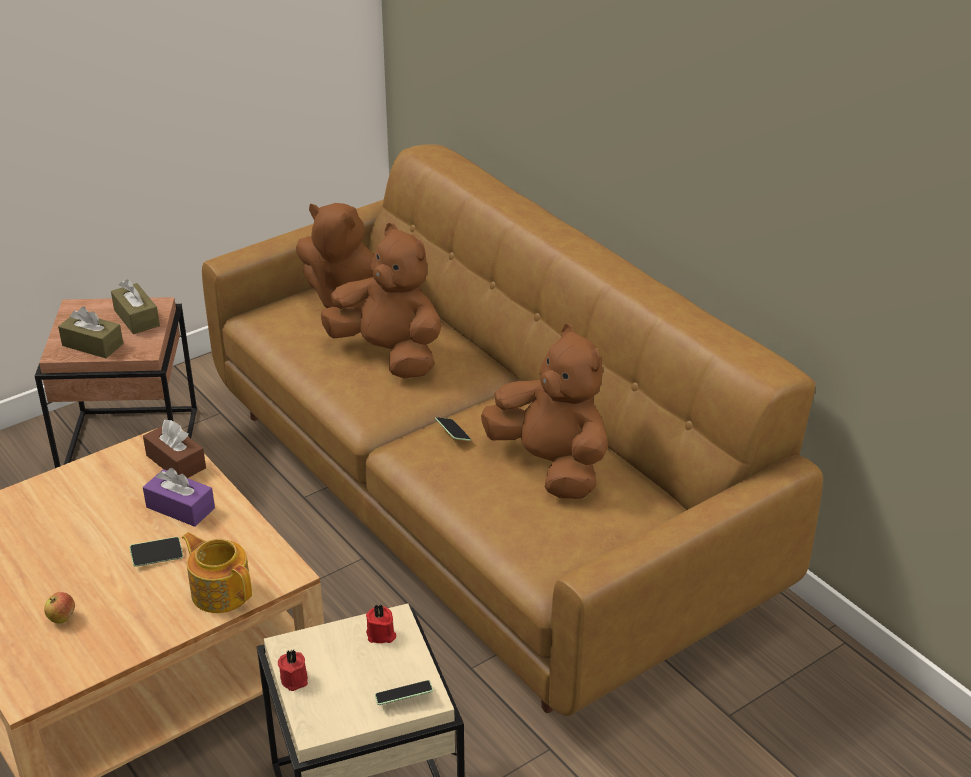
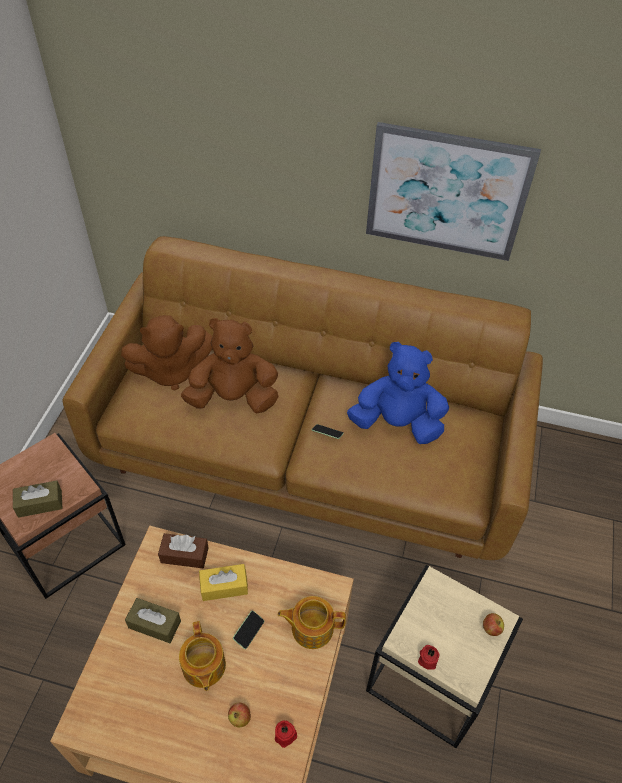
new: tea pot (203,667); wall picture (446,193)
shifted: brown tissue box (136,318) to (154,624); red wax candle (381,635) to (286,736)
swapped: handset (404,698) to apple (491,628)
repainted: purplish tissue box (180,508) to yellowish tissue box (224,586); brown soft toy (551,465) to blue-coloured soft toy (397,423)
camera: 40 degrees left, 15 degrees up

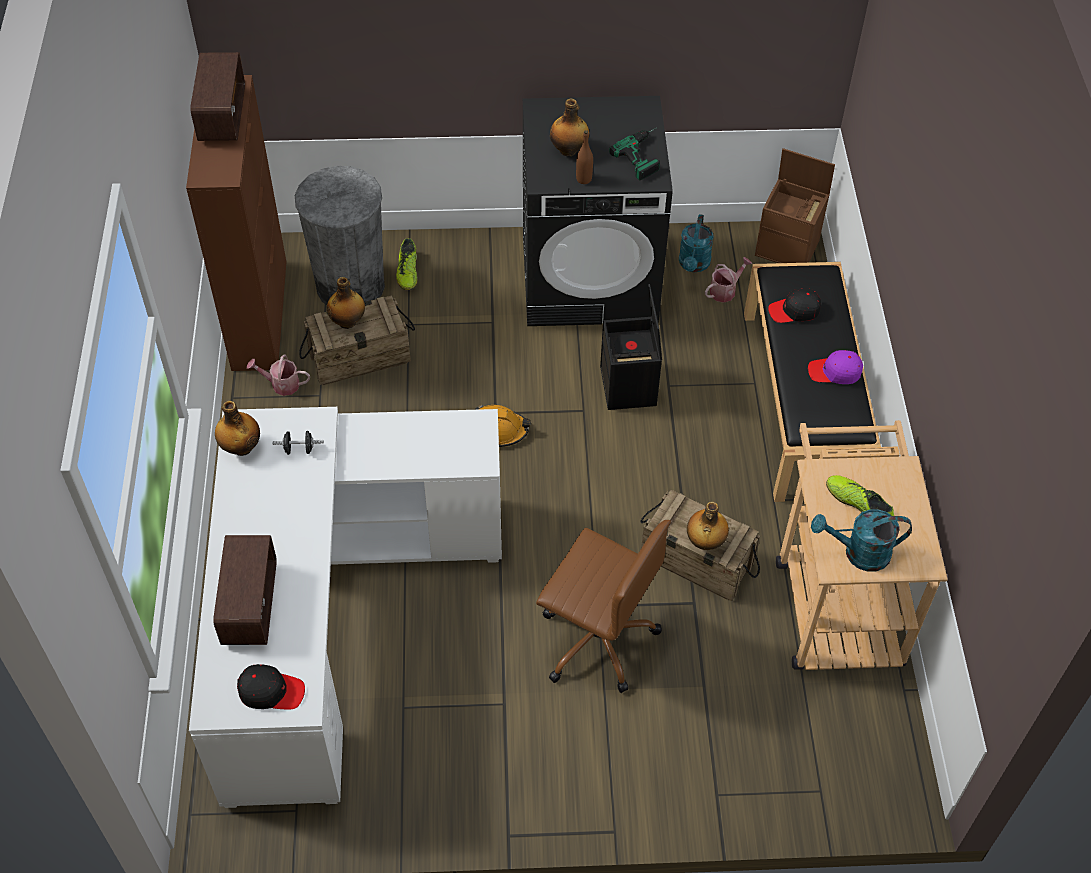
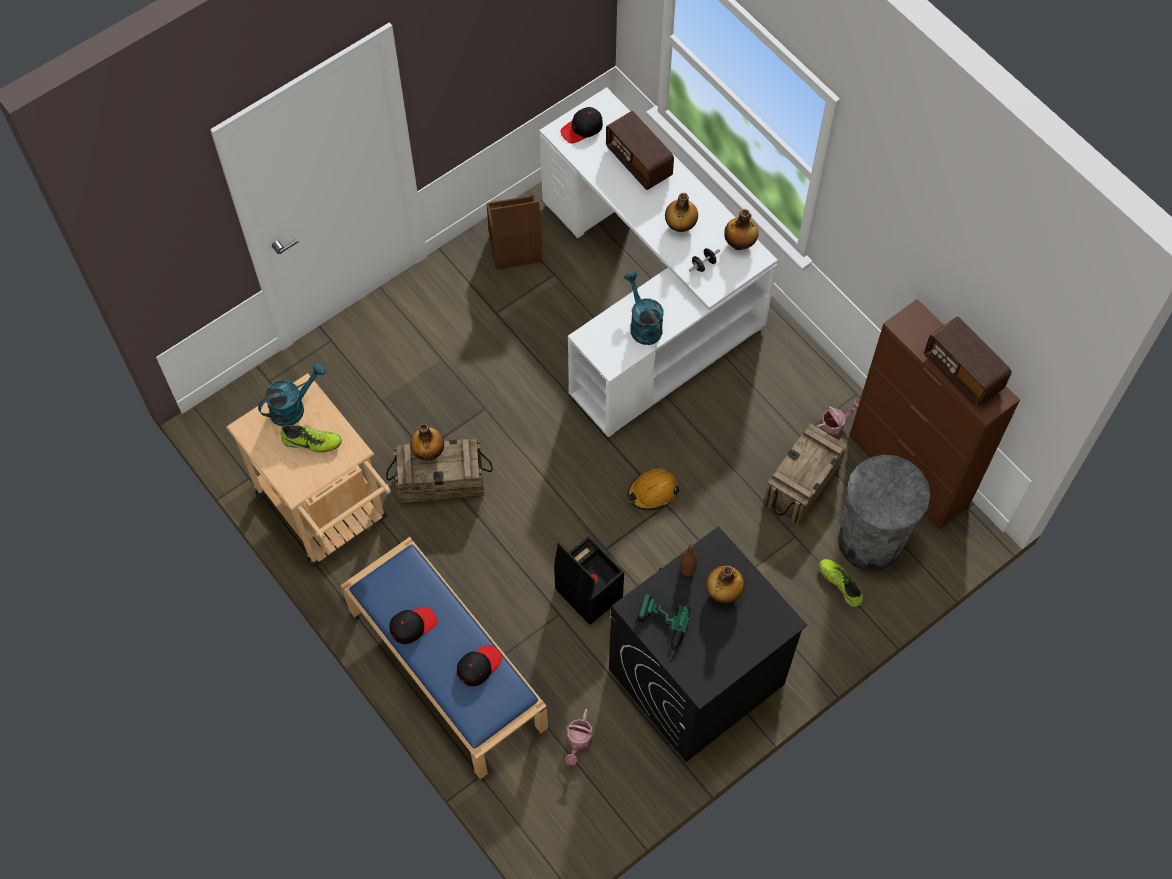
gone: brown computer chair (596,638)
shifted: drink bottle (348,322) to (680,226); turquoise-coloured watering pot (693,265) to (643,324); brown storage bin (788,248) to (514,250)
repainted: black indoor bench (804,403) to blue-coloured indoor bench (445,668); purplish peaked cap (834,372) to black peaked cap (412,625)
camera: 145 degrees right, 10 degrees up

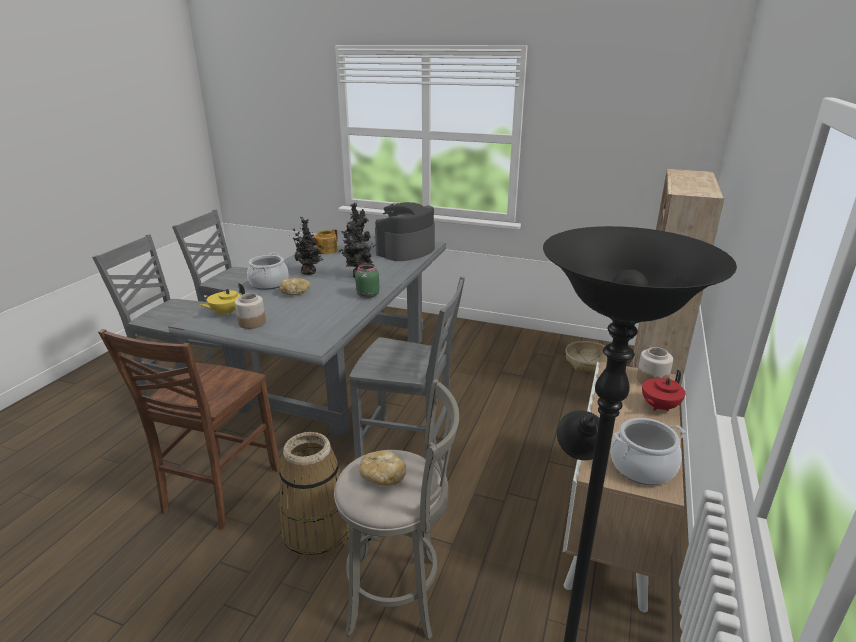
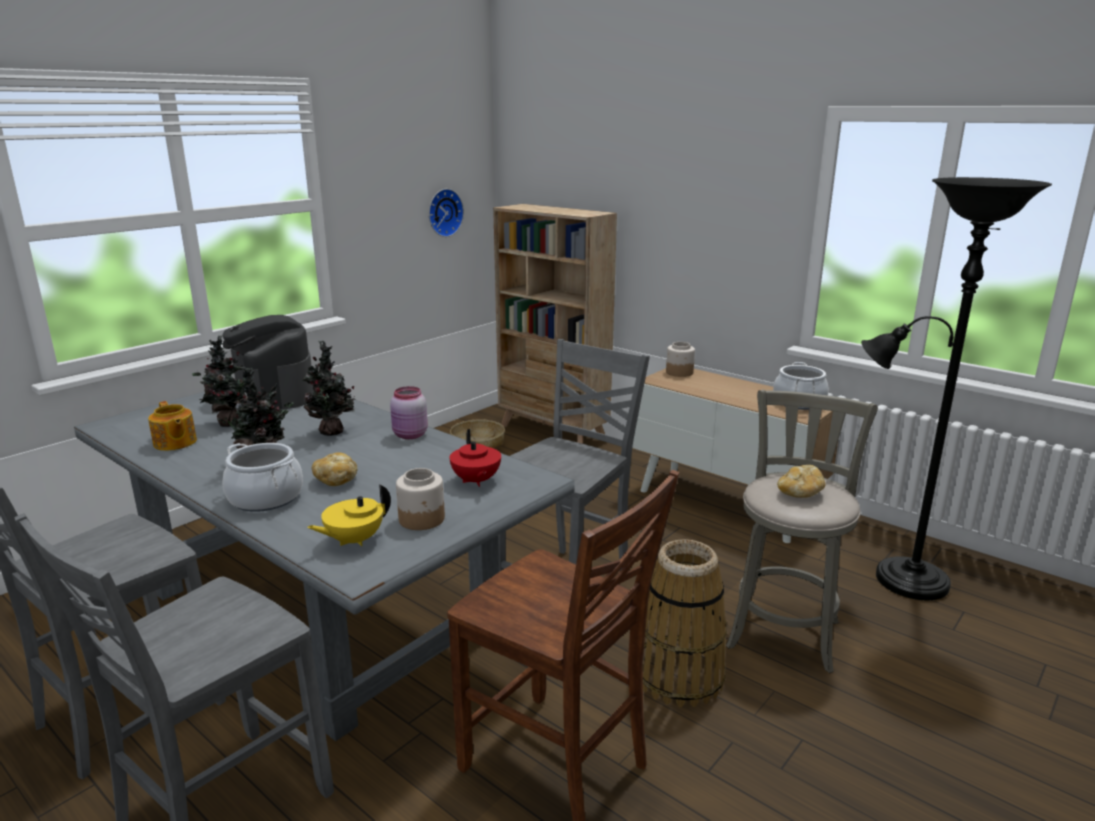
new: wall clock (443,212)
shifted: red tea pot (658,407) to (475,481)
repainted: greenish jar (367,295) to pink-coloured jar (410,435)
rotated: yellowish tea pot (225,313) = (353,540) 75 degrees clockwise
camera: 70 degrees left, 5 degrees down

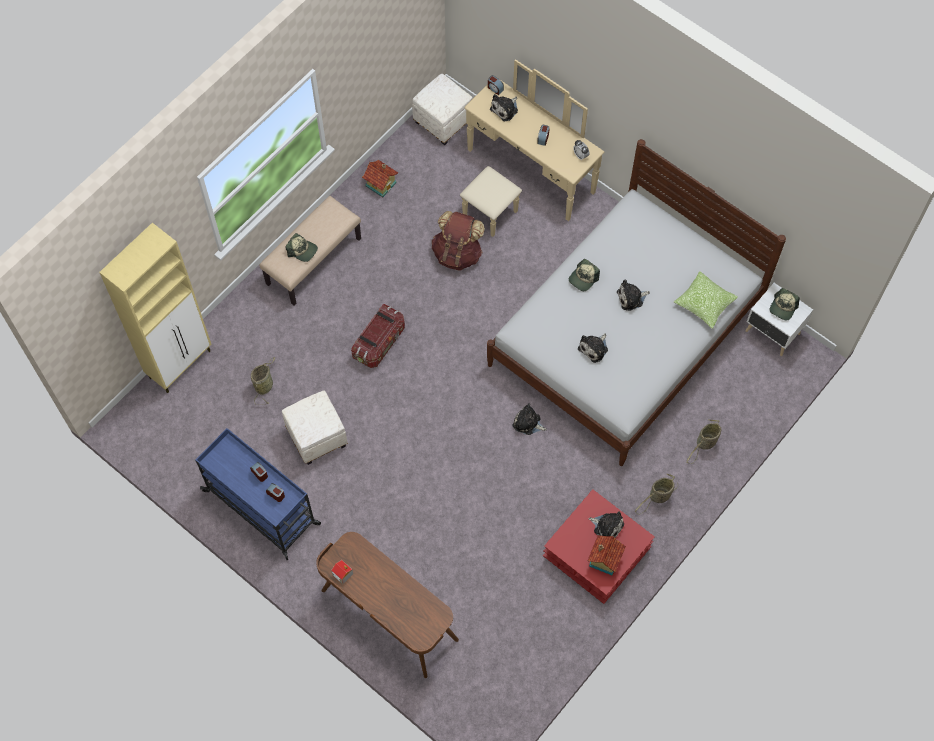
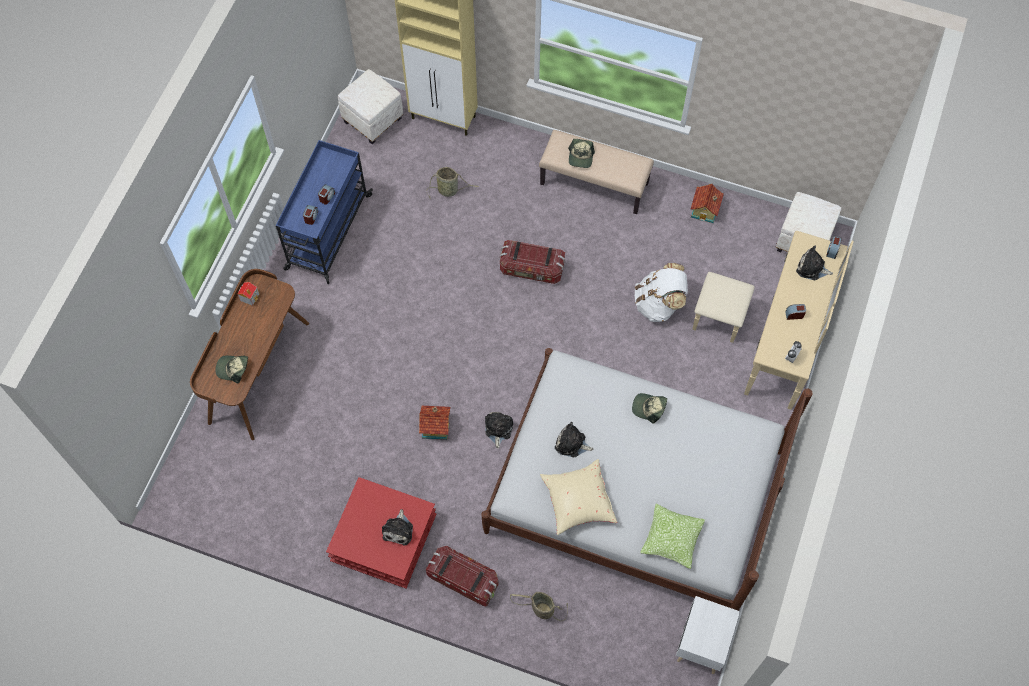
gone: soft toy (631,298)
new: beige throw pillow (577,502)
shifted: white footrest (316,437) to (373,119); model house (604,559) to (435,426); peaked cap (783,307) to (233,369)
swapped: basket (658,497) to storage bin (463,579)
repainted: brown backpack (457,253) to white backpack (658,304)
camera: 70 degrees right, 0 degrees up

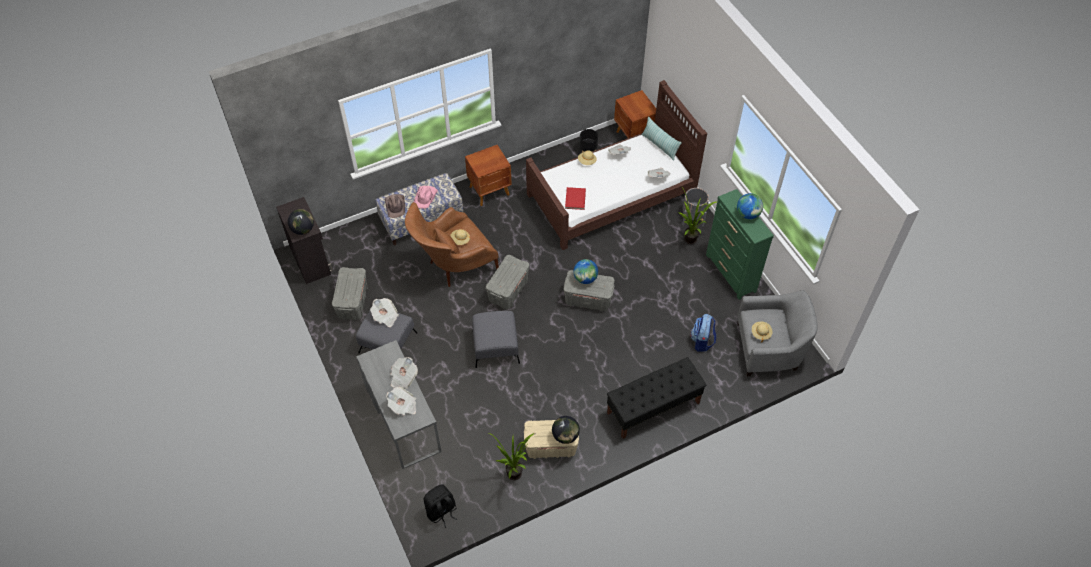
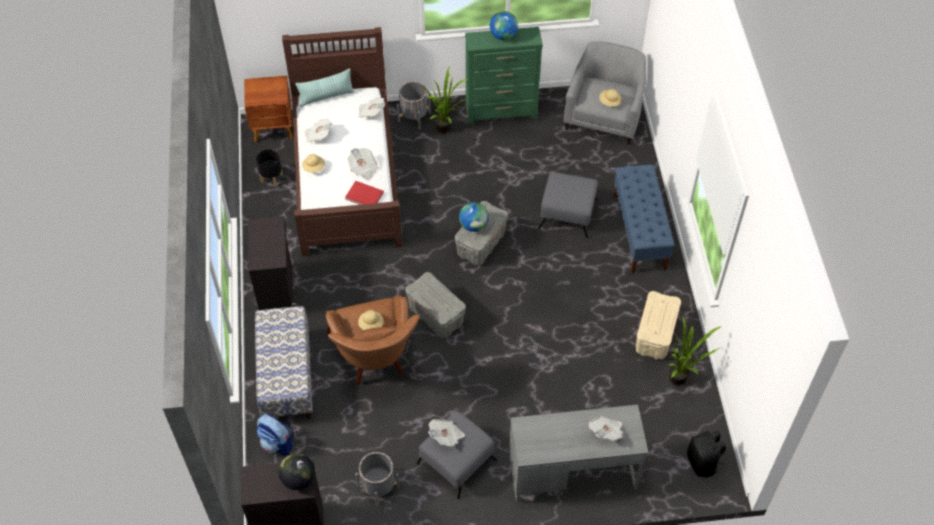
gone: brown hat (396,206); pink-coloured hat (425,197); globe (565,436)
shifted: newspaper (403,377) to (363,169); grey footrest (496,346) to (567,213); backpack (702,341) to (277,443)
swapped: grey storage bin (352,302) to grey planter (378,487); brown night table (490,191) to black cabinet (277,291)
repainted: black indoor bench (653,408) to blue-coloured indoor bench (639,232)
camera: 70 degrees left, 0 degrees up

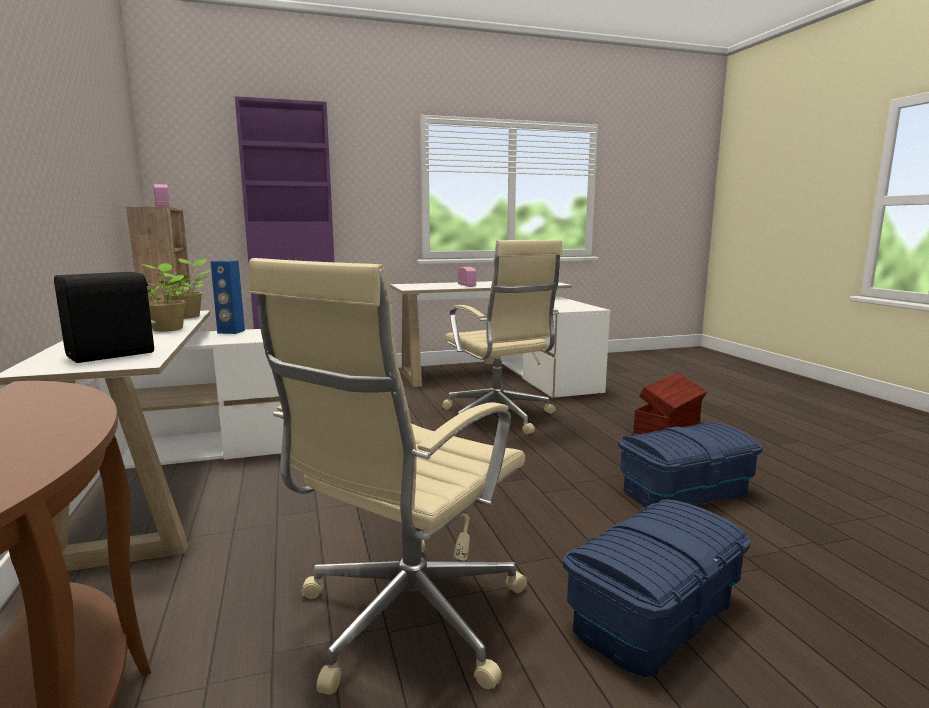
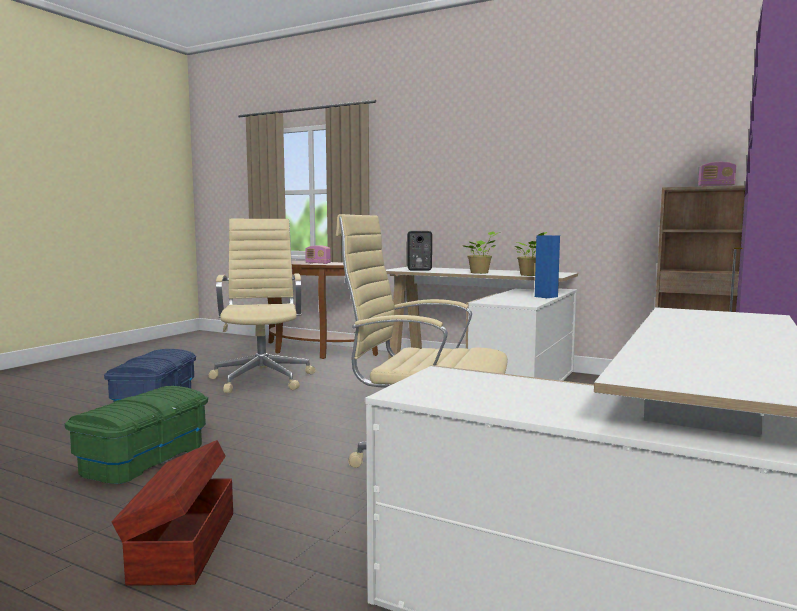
shifted: radio (466,286) to (318,263)
repainted: blue-coloured storage bin (684,492) to greenish storage bin (144,459)
camera: 135 degrees right, 5 degrees down

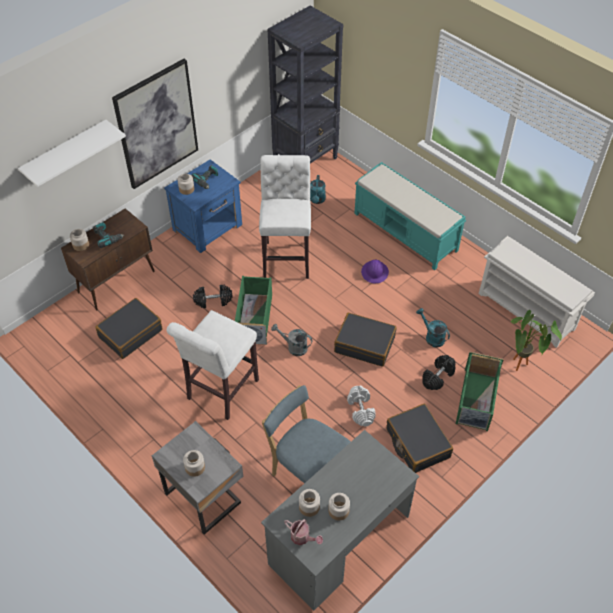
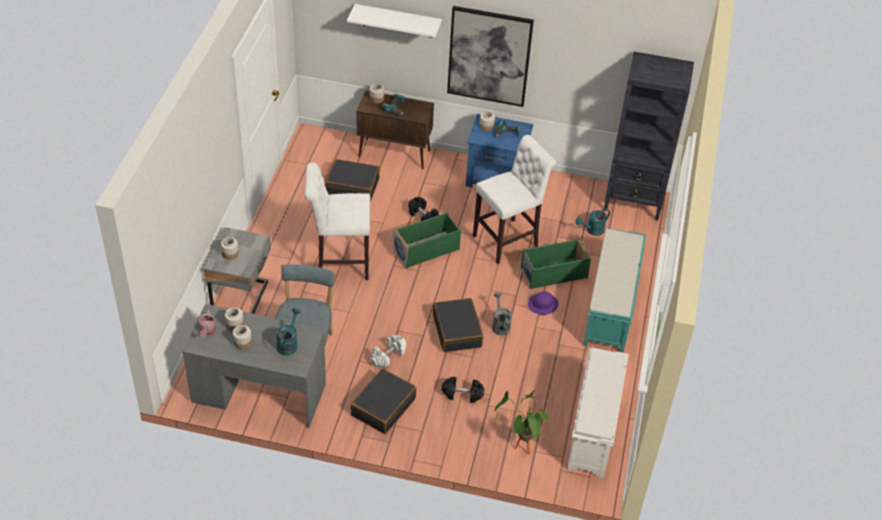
shifted: grey watering pot (293,347) to (500,324); turquoise-coloured watering pot (432,337) to (288,343); greenish storage bin (476,400) to (553,273)
camera: 55 degrees right, 5 degrees down

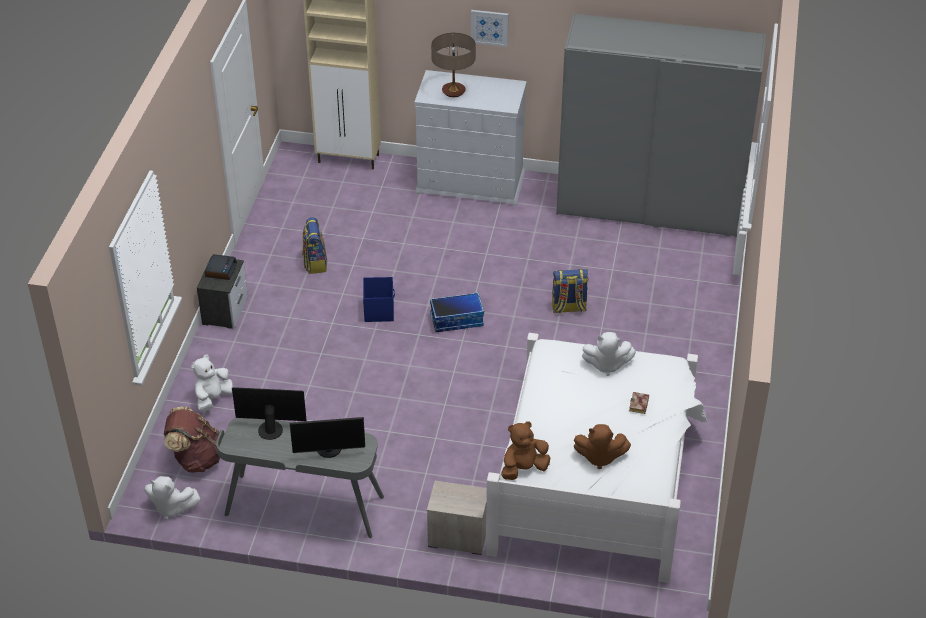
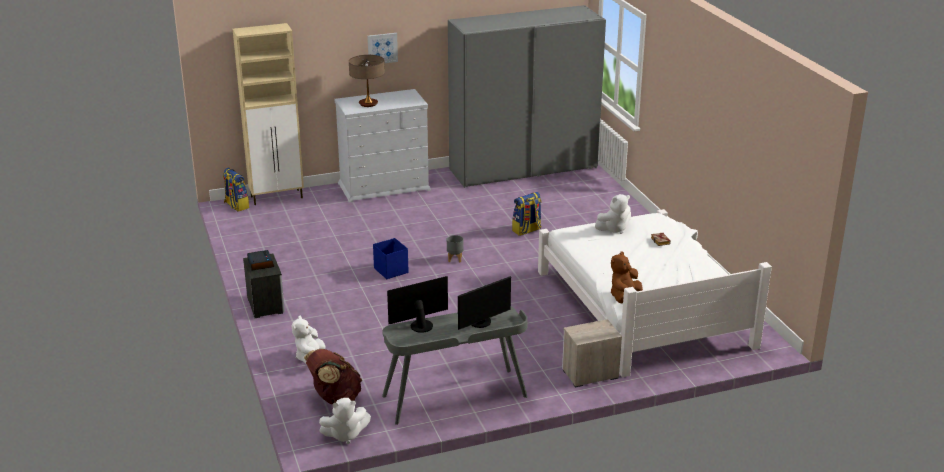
gone: brown soft toy (599,457)
shifted: backpack (315,263) to (236,206)
swapped: storage bin (457,320) to grey planter (455,259)
camera: 30 degrees left, 15 degrees down

